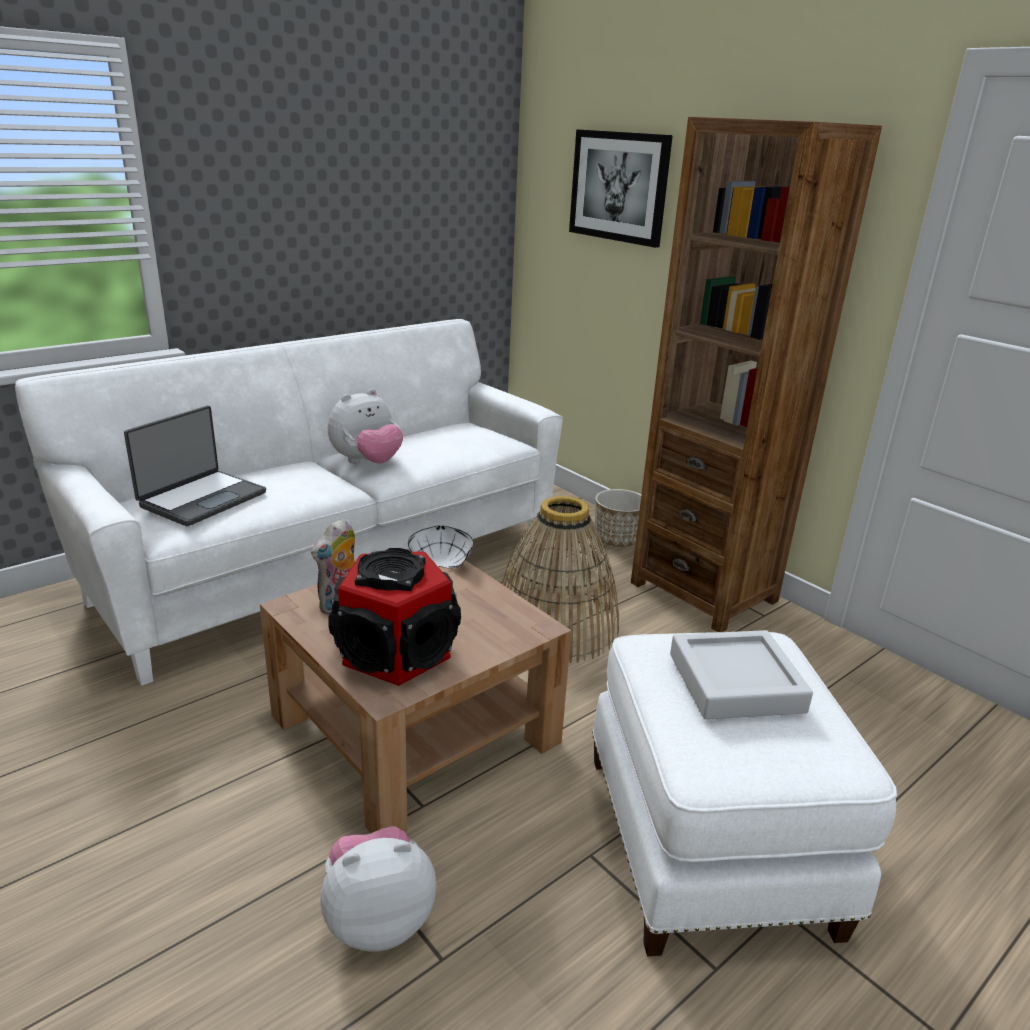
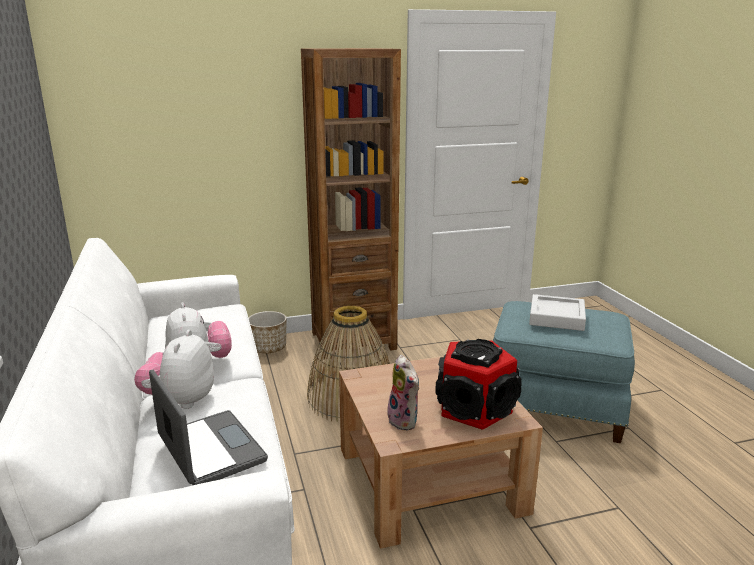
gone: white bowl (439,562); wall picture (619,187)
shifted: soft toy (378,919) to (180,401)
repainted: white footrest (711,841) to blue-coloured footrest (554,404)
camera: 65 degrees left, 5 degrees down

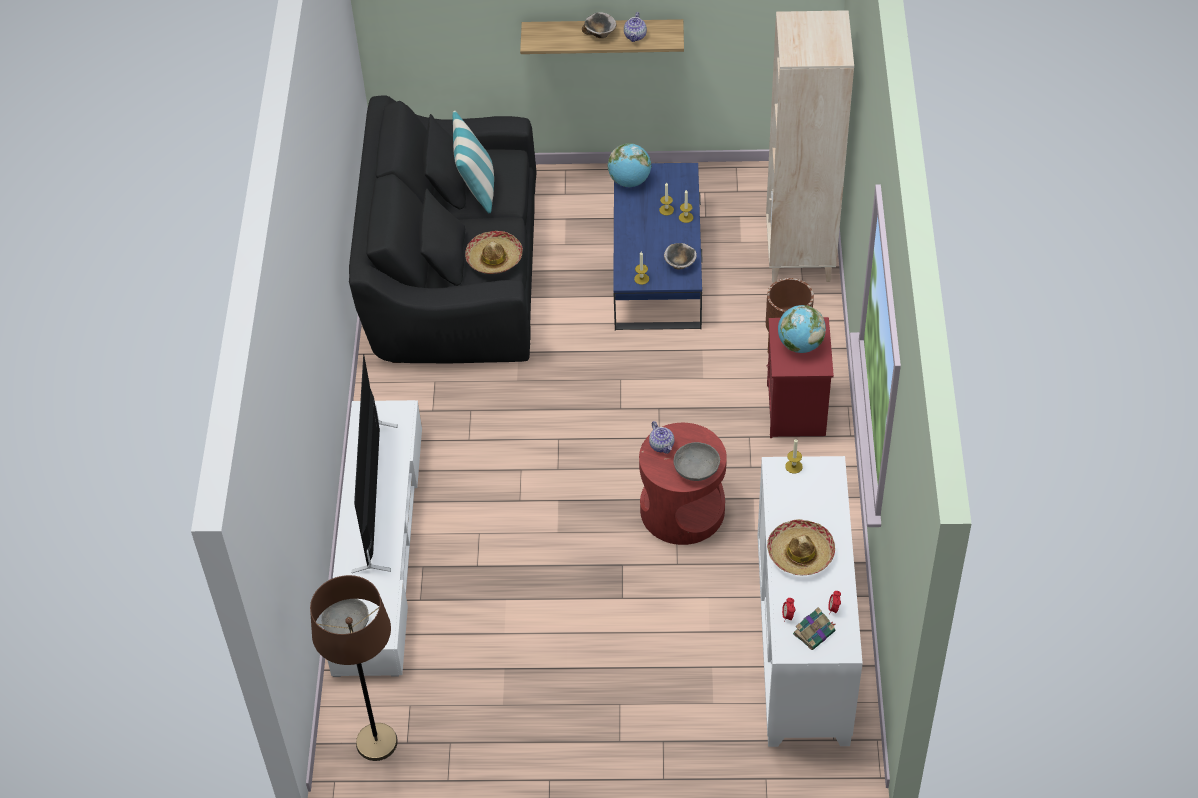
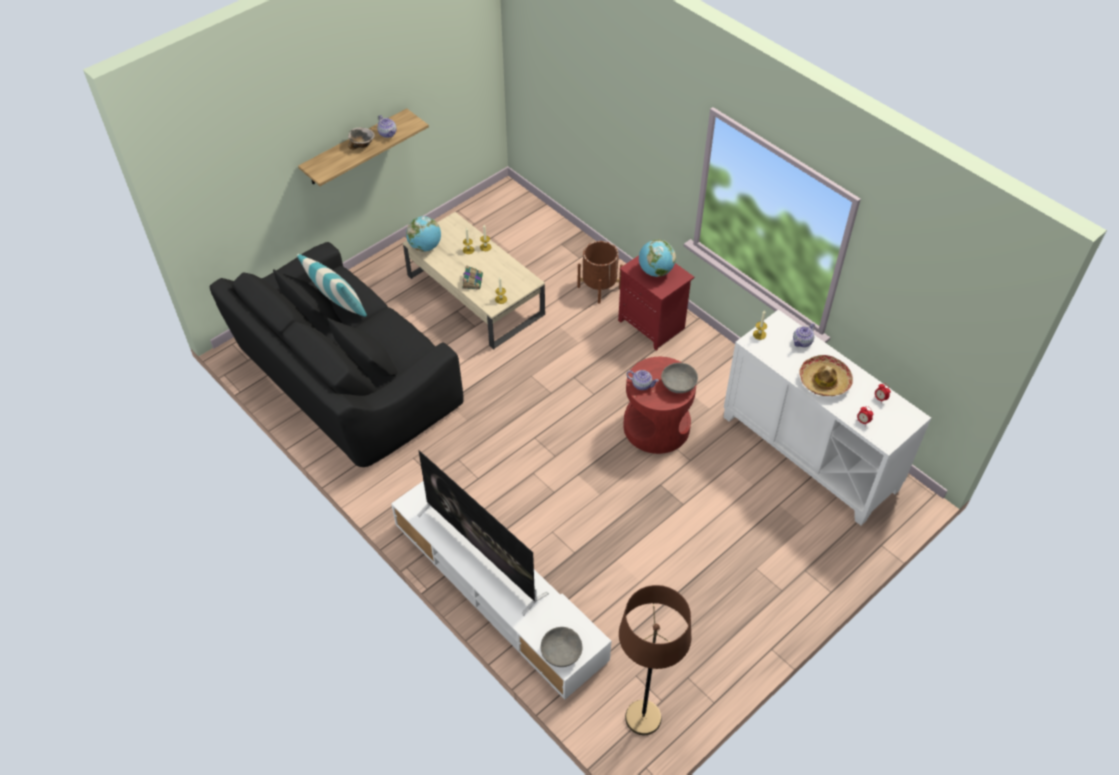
gone: hat (494,258); bowl (680,264); beige bookshelf (800,256)
new: tea pot (802,342)
shifted: book (814,632) to (472,281)
repainted: blue-coloured lounge table (657,264) to beige lounge table (474,294)
camera: 45 degrees left, 0 degrees up

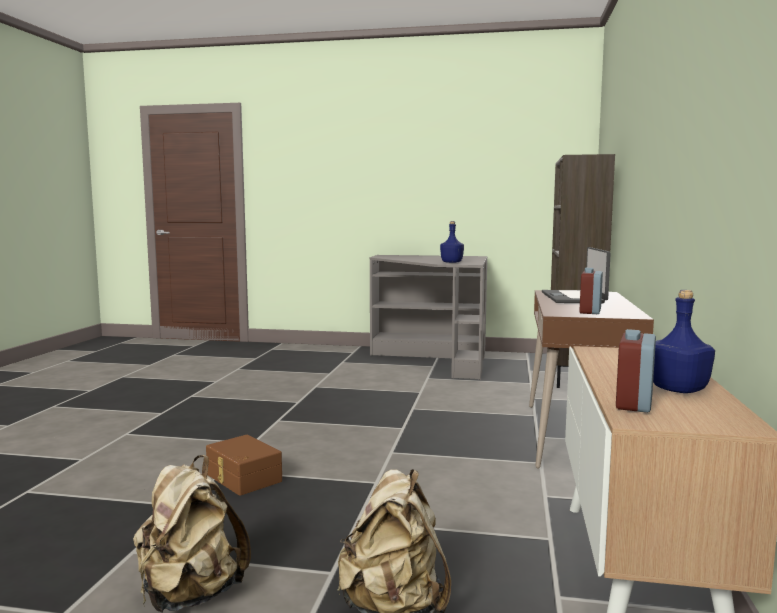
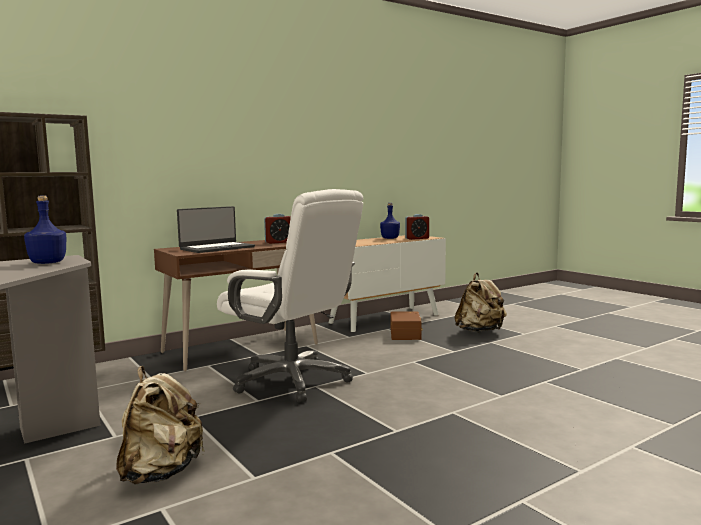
new: white computer chair (293,381)
shifted: beige backpack (190,595) to (161,472); brown storage bin (242,478) to (406,334)
camera: 135 degrees left, 0 degrees up

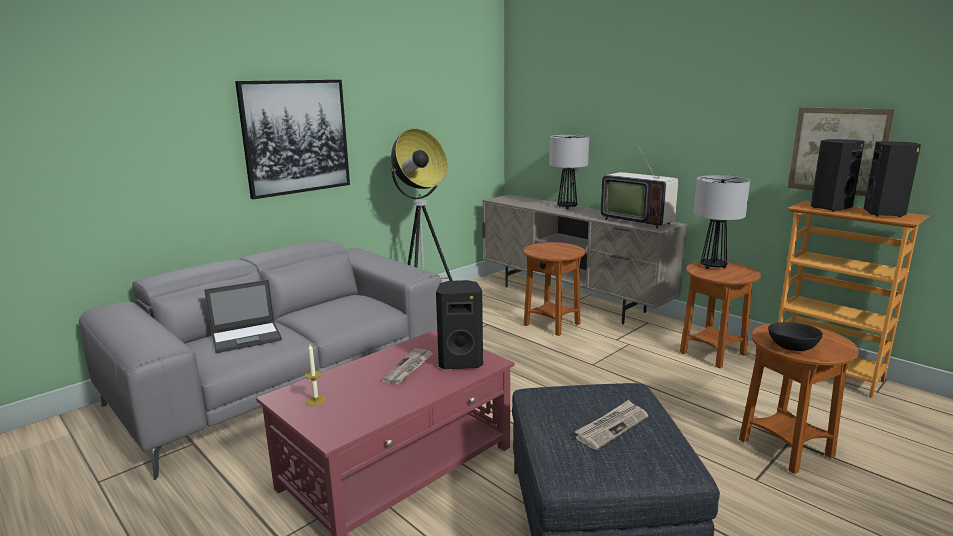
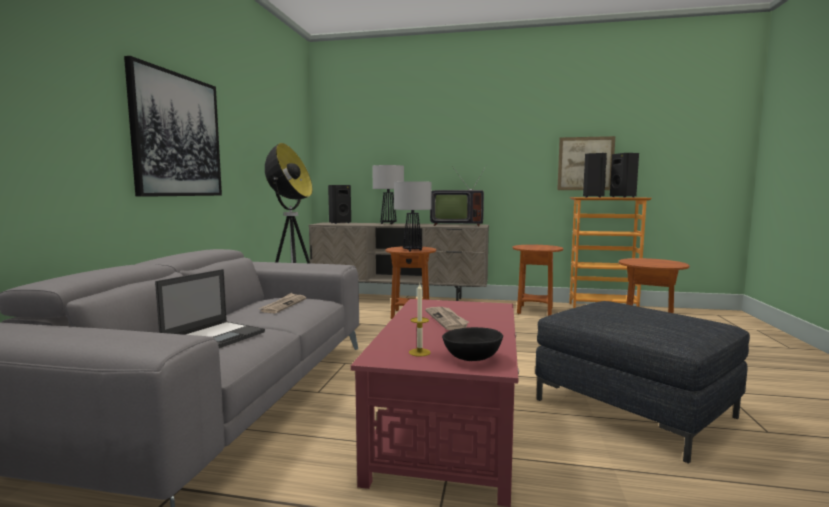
shifted: black audio speaker (460,362) to (339,223); newspaper (611,426) to (283,305); lamp for a table (713,266) to (413,250); black bowl (793,348) to (473,358)
camera: 35 degrees left, 10 degrees down

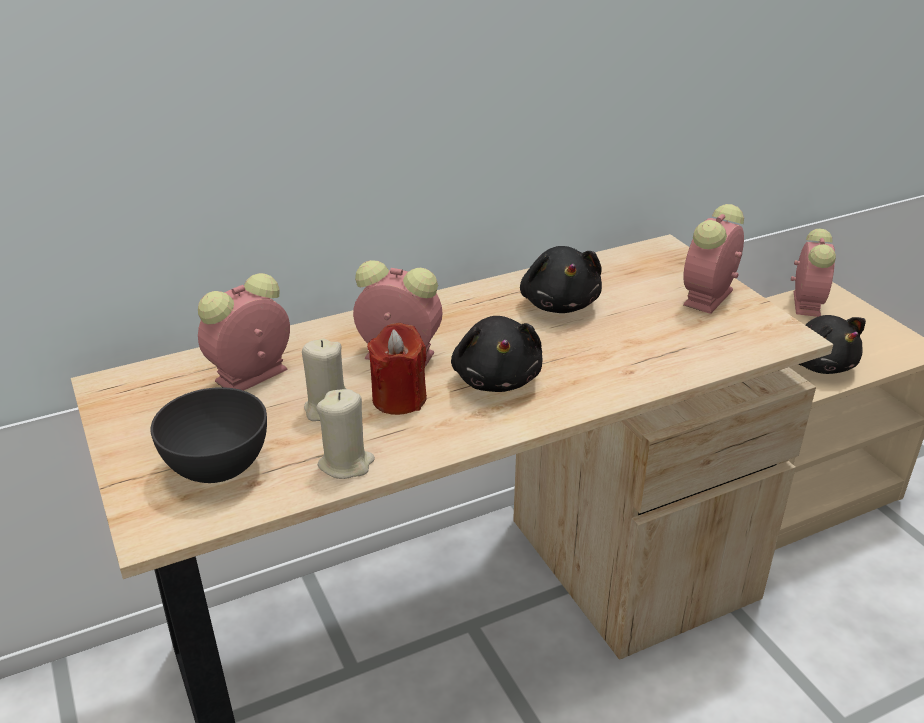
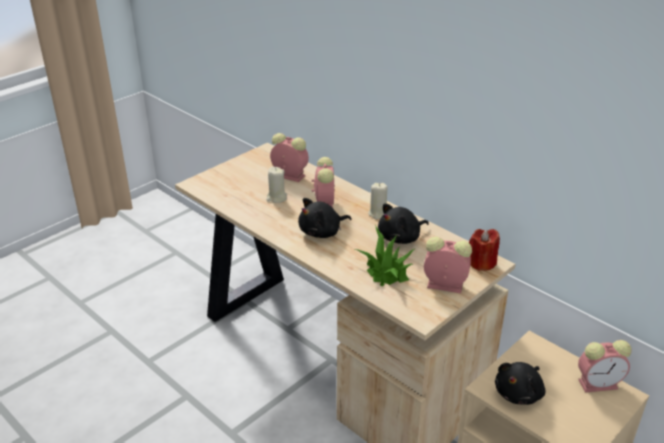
gone: grey bowl (218,467)
new: houseplant (387,271)
shifted: beige wax candle (346,463) to (378,213); red wax candle (399,399) to (482,263)
camera: 70 degrees right, 0 degrees up

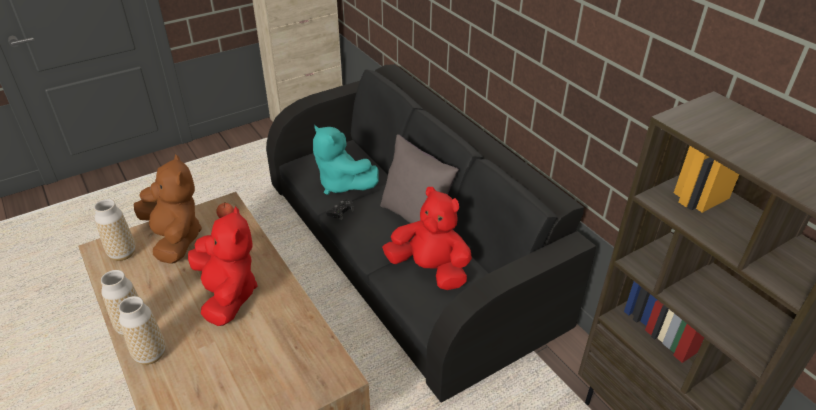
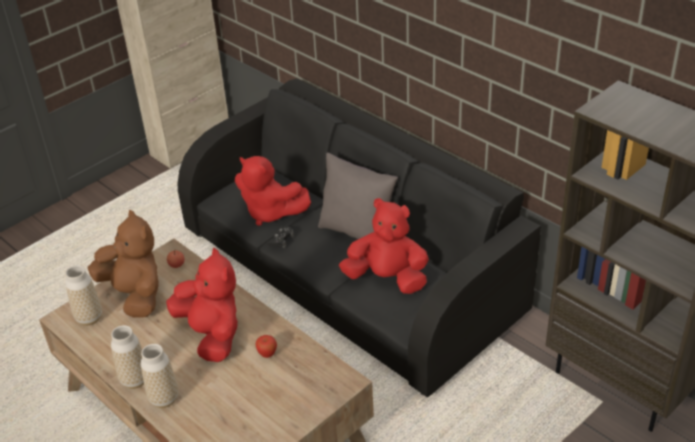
new: apple (267,354)
repainted: turquoise-coloured soft toy (341,184) to red soft toy (270,212)
camera: 10 degrees left, 0 degrees up

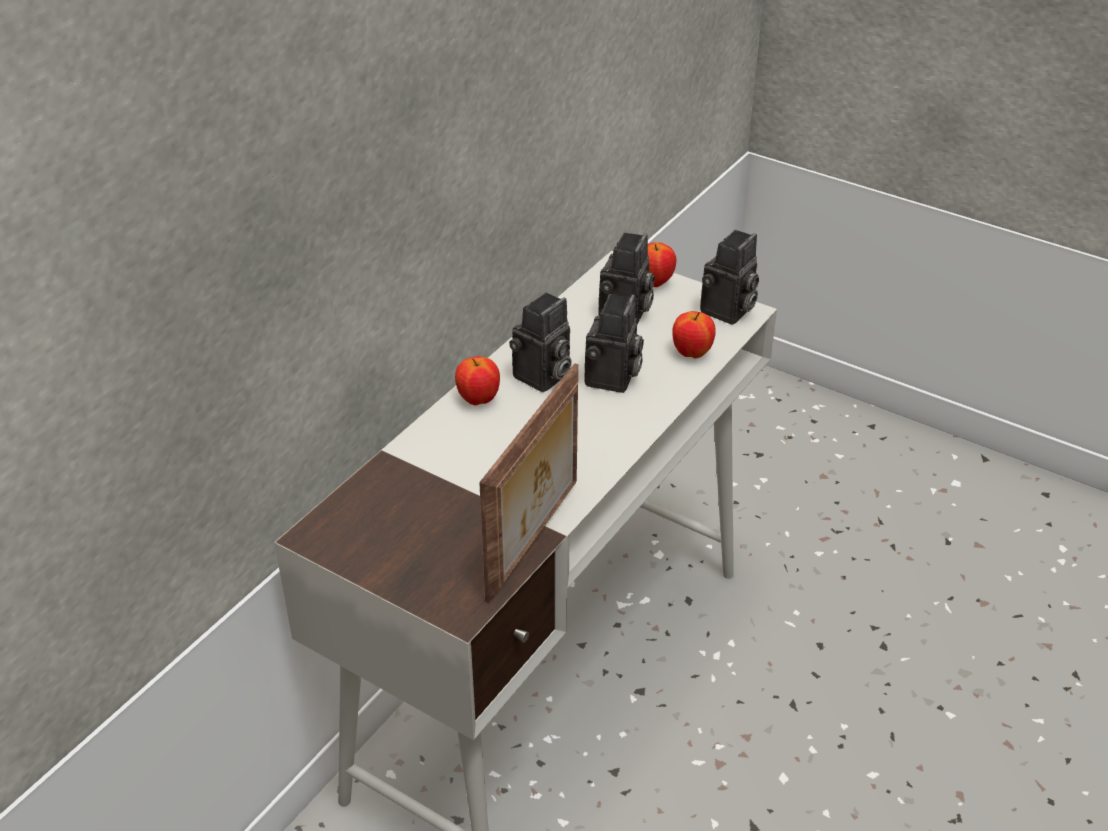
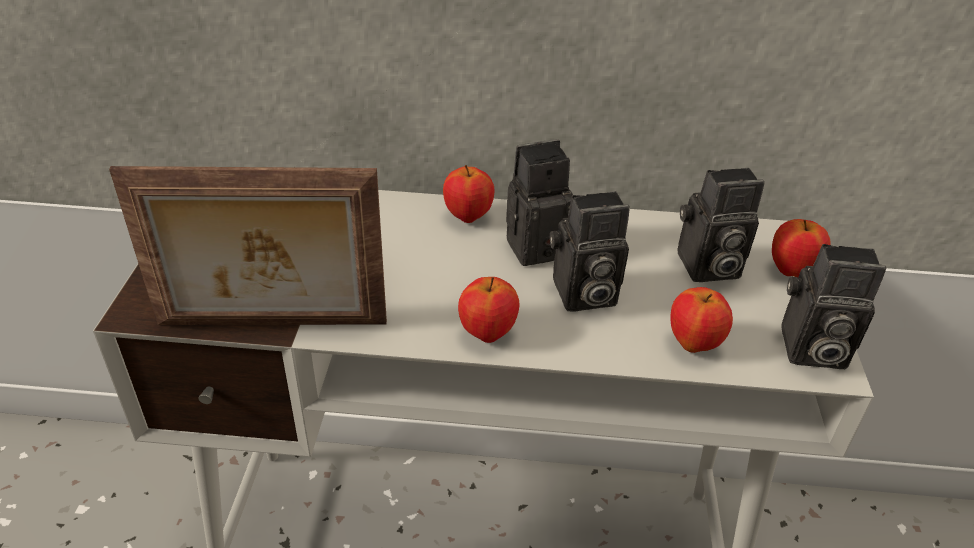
new: apple (487,333)
rotated: still camera (542,378) = (538,245) 150 degrees clockwise
camera: 60 degrees right, 0 degrees up

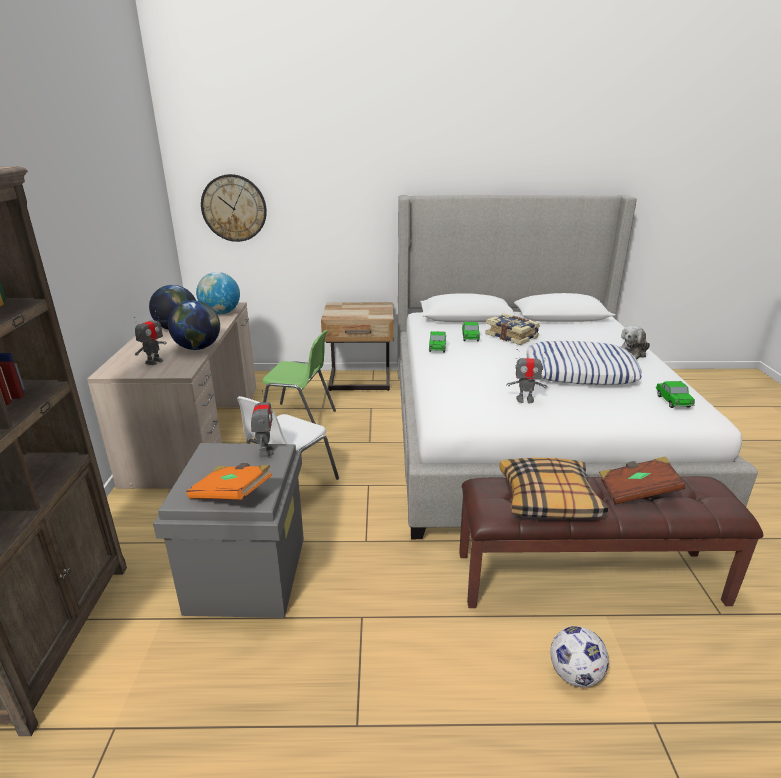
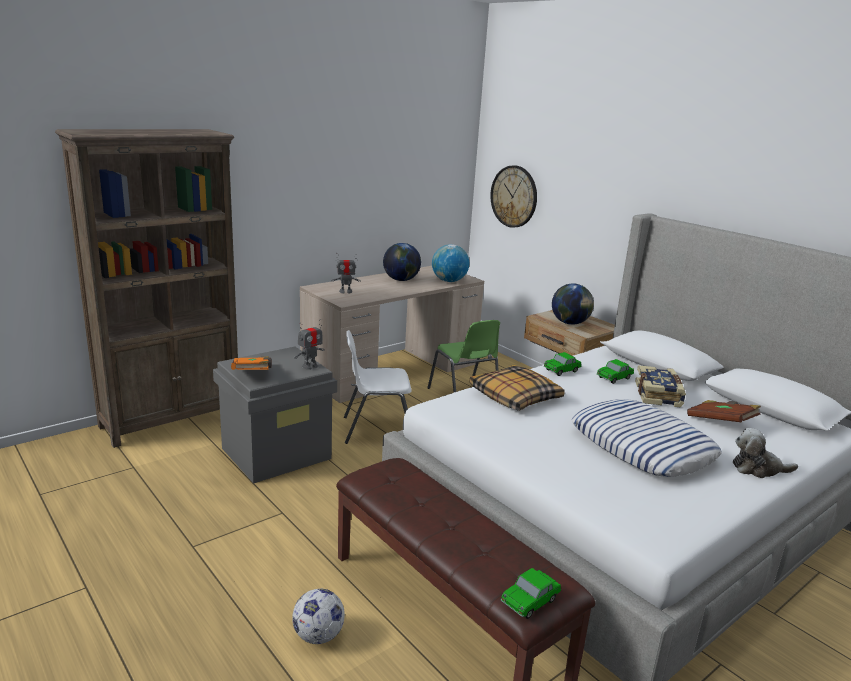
gone: toy robot (525,399)
shifted: globe (198,348) to (570,323); throw pillow (548,499) to (514,397); brown book (636,492) to (721,422); model car (673,401) to (530,602)
camera: 50 degrees right, 5 degrees down

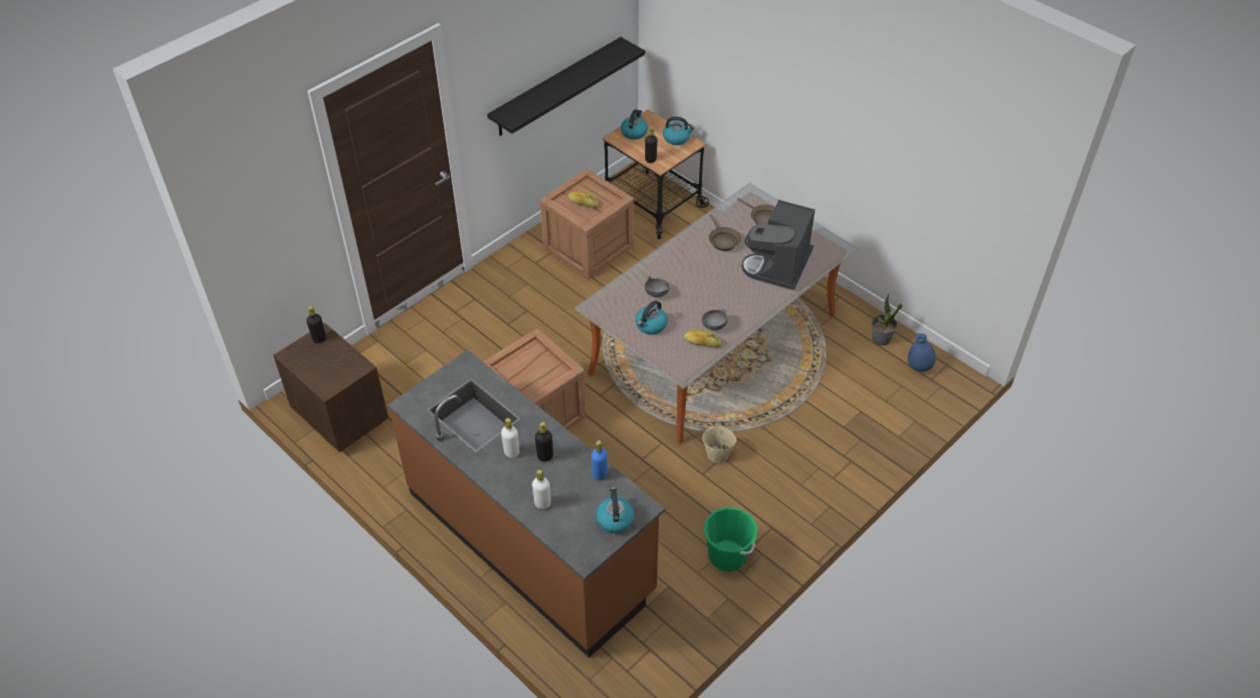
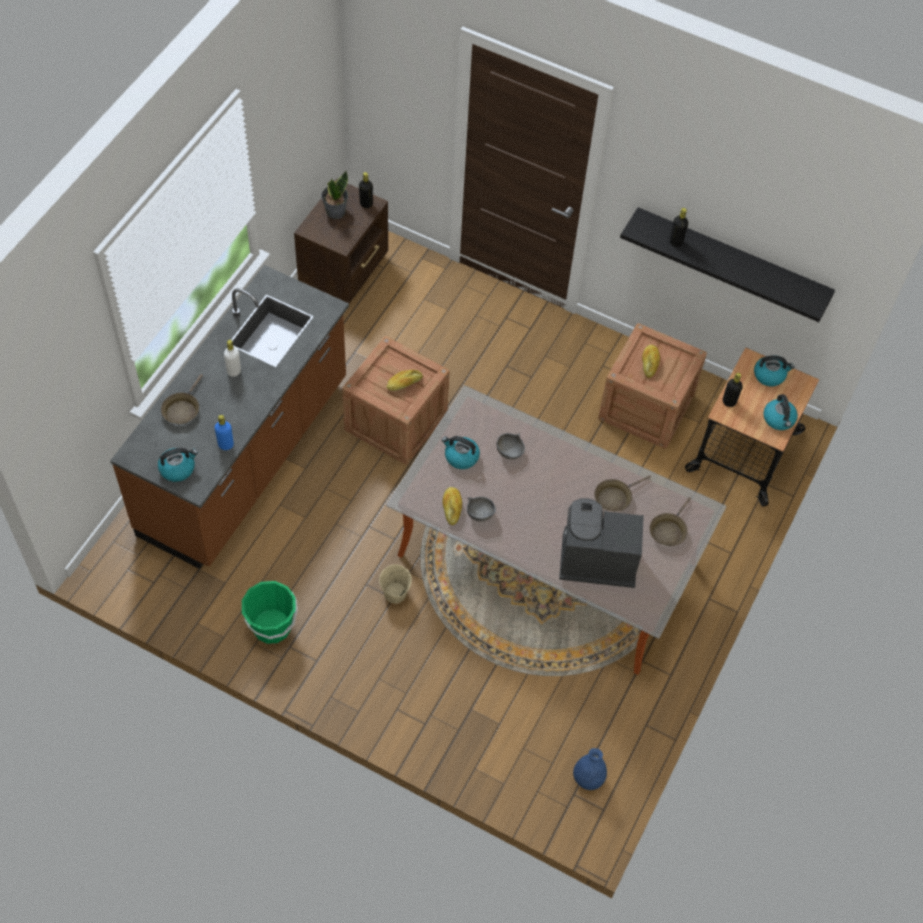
new: bread (404,383)
shifted: black drink bottle (545,456) to (676,242); houseplant (881,339) to (335,211)
swapped: white drink bottle (542,503) to brown frying pan (182,409)
camera: 70 degrees right, 10 degrees up

